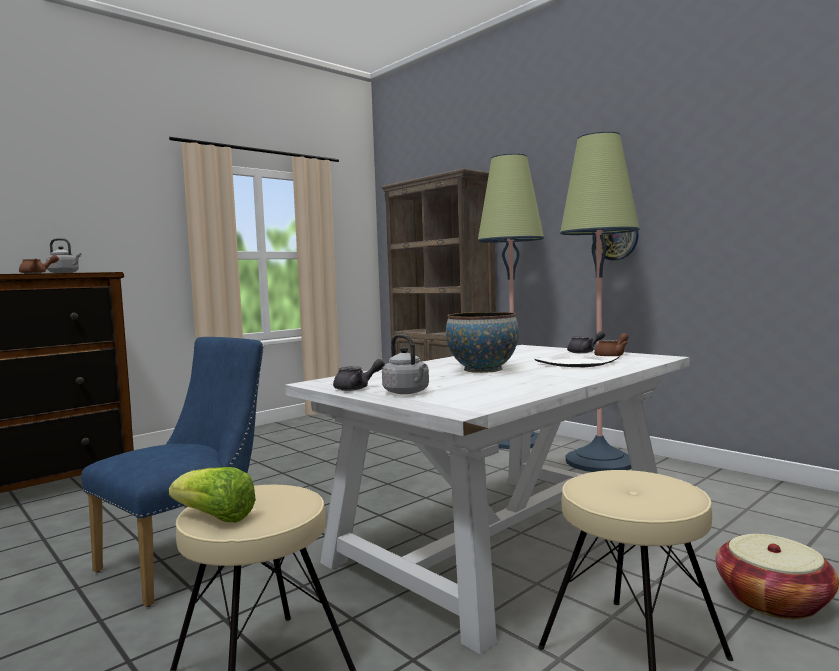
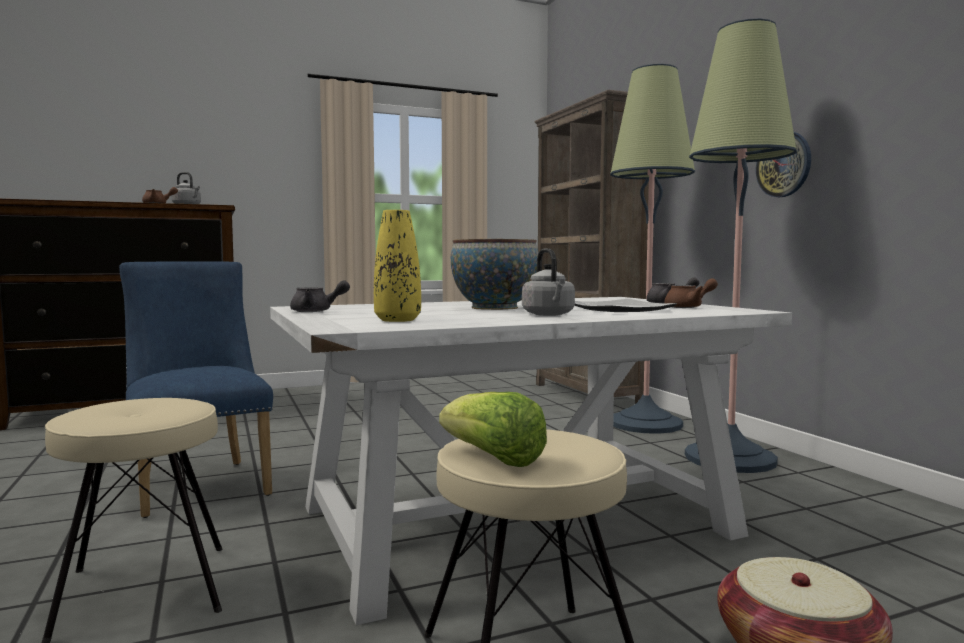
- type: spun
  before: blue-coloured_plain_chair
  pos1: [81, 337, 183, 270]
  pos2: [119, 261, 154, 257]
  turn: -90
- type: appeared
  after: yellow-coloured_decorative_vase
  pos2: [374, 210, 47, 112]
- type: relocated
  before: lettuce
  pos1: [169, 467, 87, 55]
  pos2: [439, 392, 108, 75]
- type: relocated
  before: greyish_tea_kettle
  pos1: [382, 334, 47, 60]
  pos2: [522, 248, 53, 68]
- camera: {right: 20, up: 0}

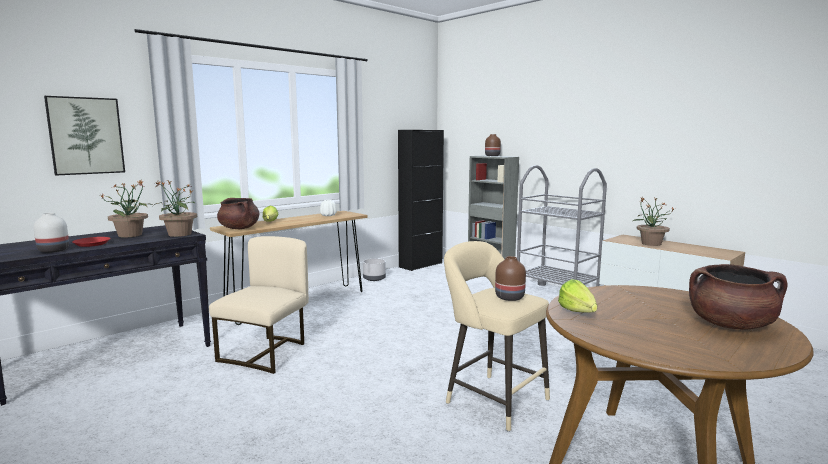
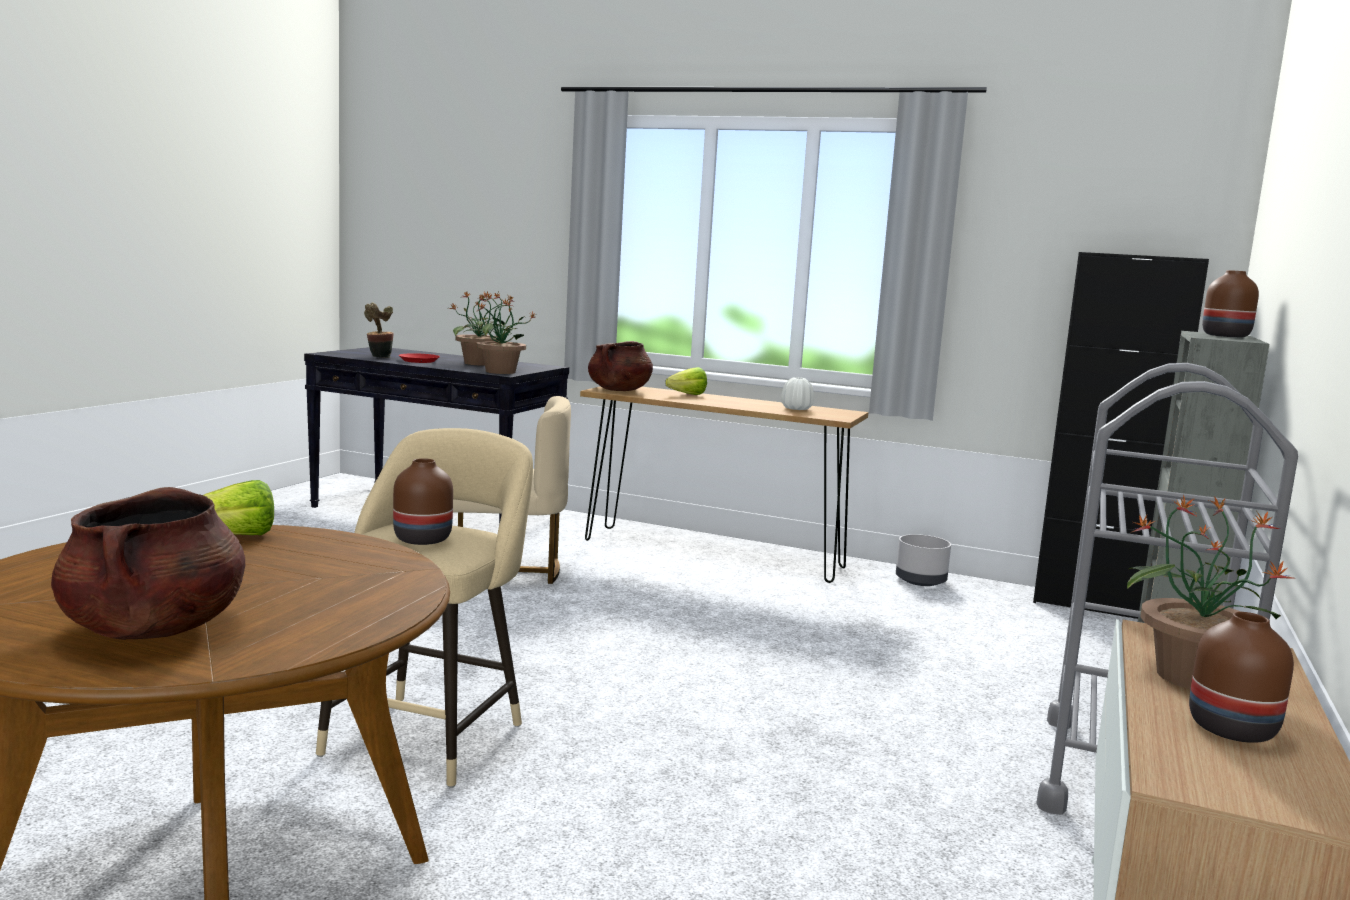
- type: exchanged
  before: white-coloured_decorative_vase
  after: plant_in_a_pot
  pos1: [34, 213, 35, 40]
  pos2: [364, 302, 30, 56]
- type: appeared
  after: brown-coloured_decorative_vase
  pos2: [1189, 612, 105, 131]
- type: missing
  before: wall_art
  pos1: [44, 96, 81, 79]
- camera: {right: 65, up: 0}

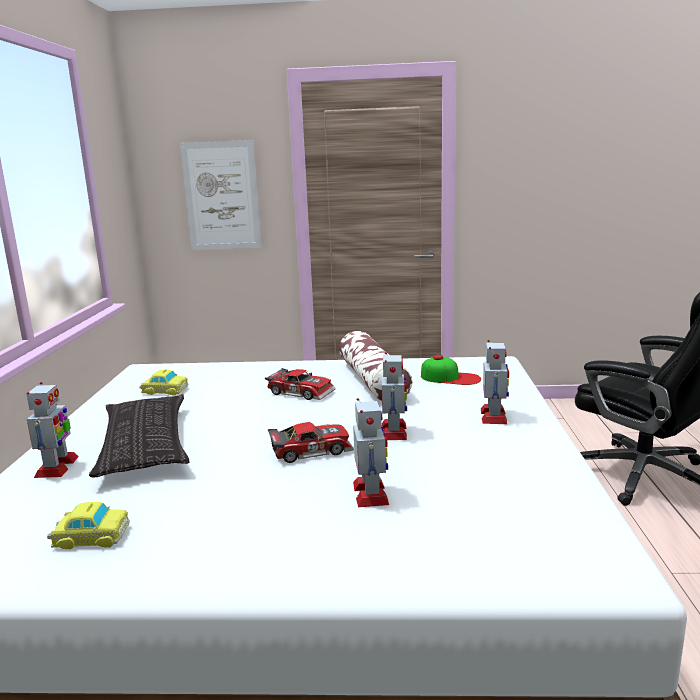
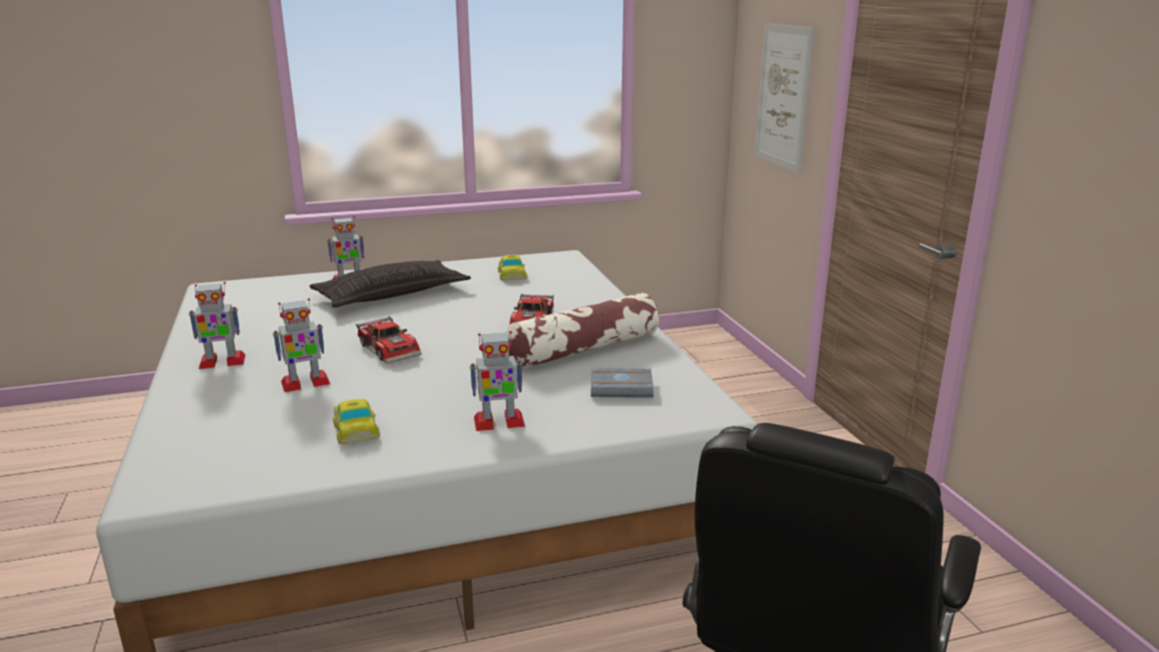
- type: relocated
  before: toy_robot
  pos1: [382, 352, 25, 88]
  pos2: [189, 282, 57, 87]
- type: relocated
  before: model_car
  pos1: [47, 502, 83, 47]
  pos2: [333, 399, 47, 45]
- type: exchanged
  before: baseball_cap
  after: greyish_book
  pos1: [421, 355, 60, 30]
  pos2: [591, 367, 63, 31]
- camera: {right: 70, up: 5}

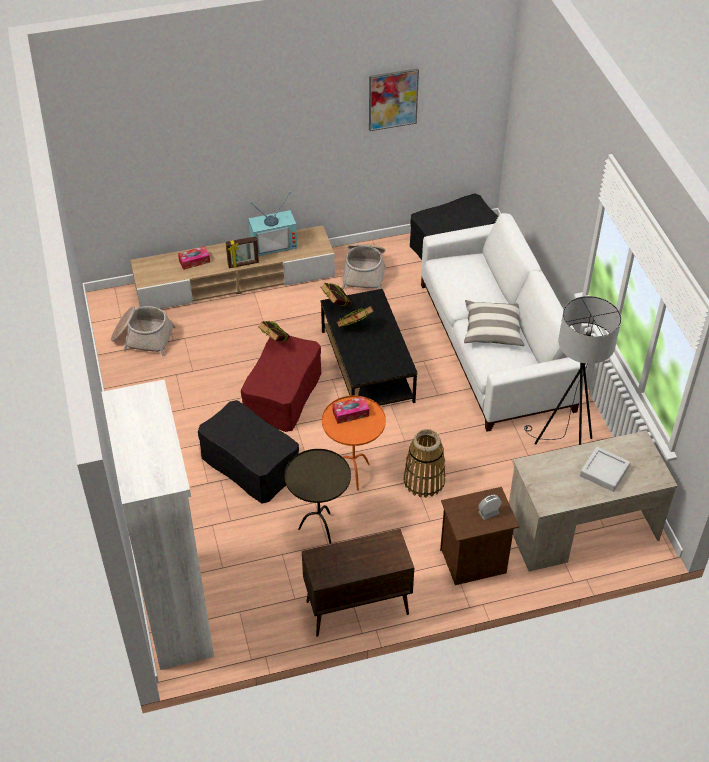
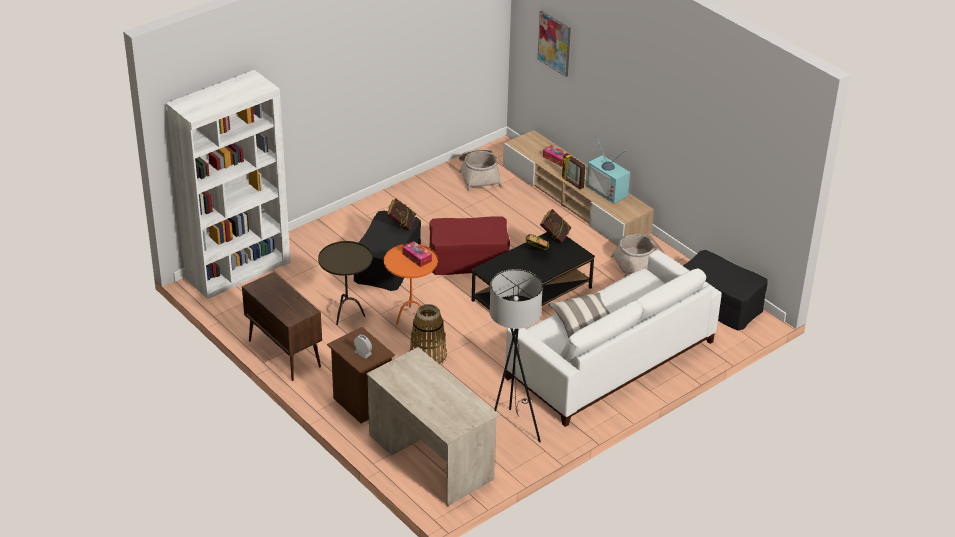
- type: relocated
  before: book
  pos1: [258, 321, 32, 21]
  pos2: [387, 198, 29, 33]
- type: relocated
  before: wall_art
  pos1: [369, 68, 50, 63]
  pos2: [538, 10, 33, 67]
- type: missing
  before: greyish_tray
  pos1: [580, 447, 50, 45]
- camera: {right: 65, up: -10}

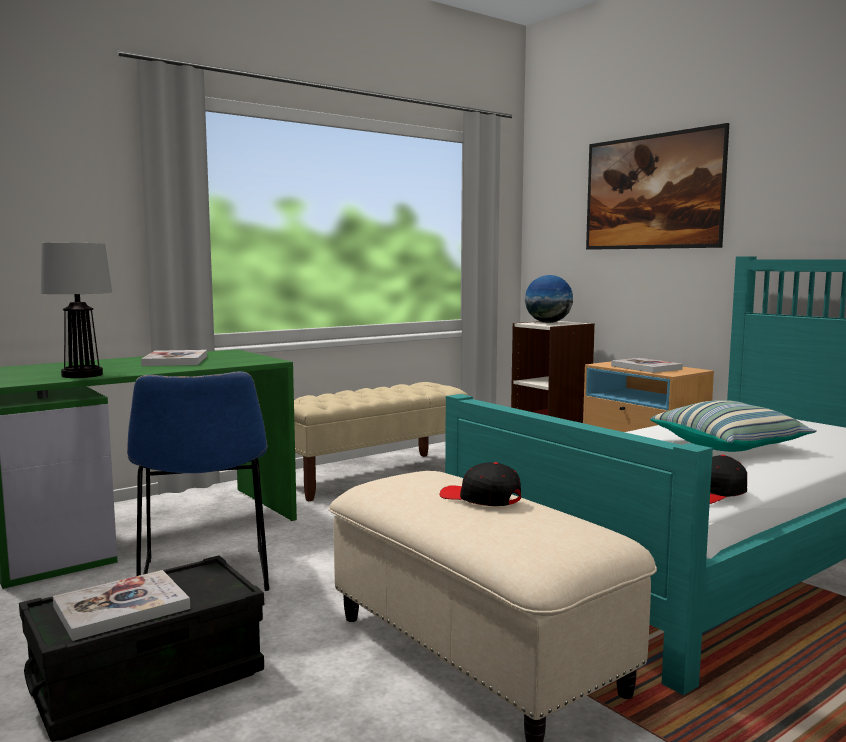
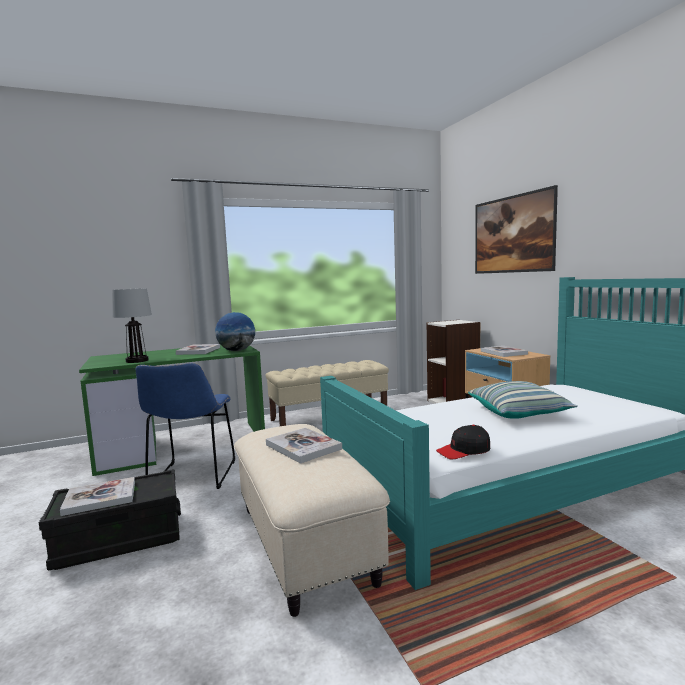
- type: relocated
  before: globe
  pos1: [525, 275, 48, 48]
  pos2: [215, 312, 40, 39]
- type: exchanged
  before: black_baseball_cap
  after: book
  pos1: [440, 462, 81, 44]
  pos2: [266, 428, 76, 36]
- camera: {right: 15, up: 0}

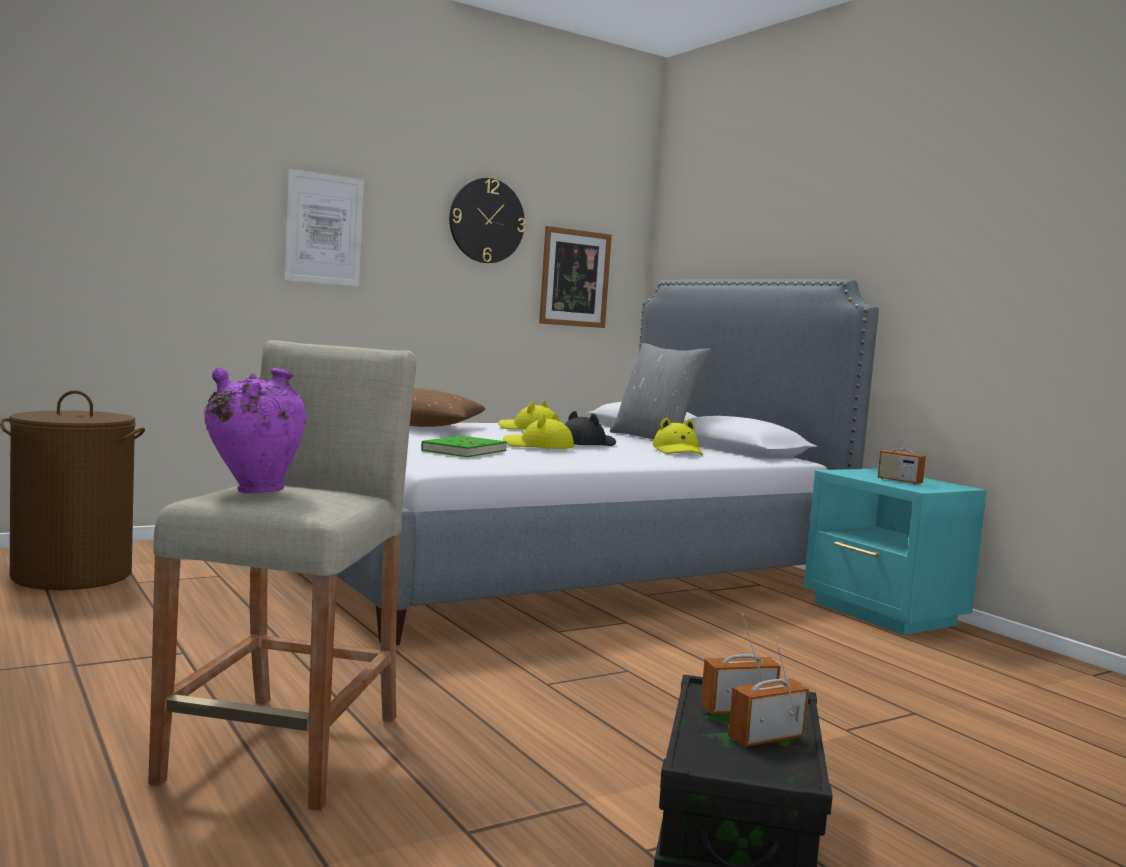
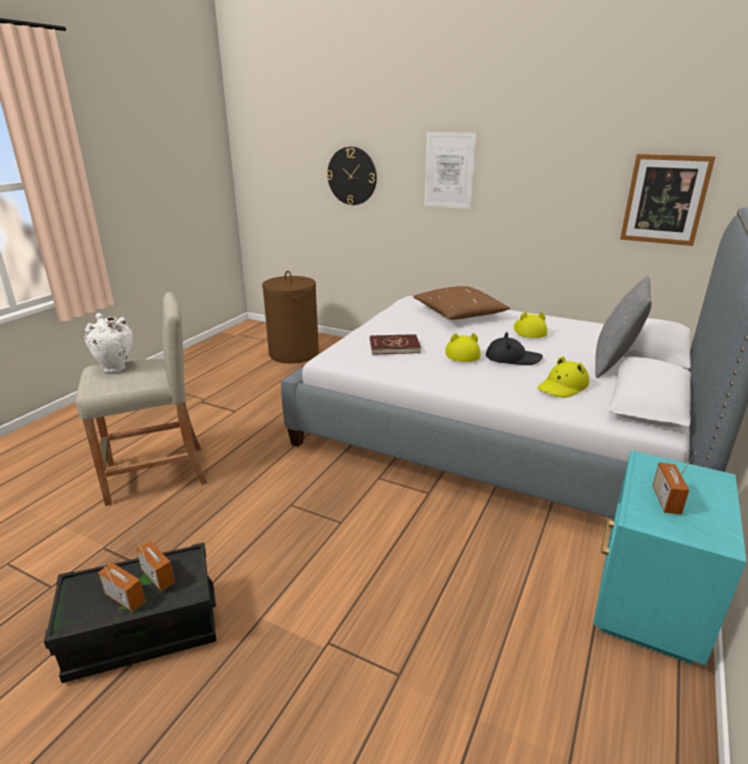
- type: colour
  before: purple_decorative_vase
  after: white-coloured_decorative_vase
  pos1: [204, 368, 102, 125]
  pos2: [85, 313, 48, 59]
- type: relocated
  before: wall_clock
  pos1: [449, 178, 76, 85]
  pos2: [327, 147, 50, 58]
- type: colour
  before: greenish_book
  after: reddish_book
  pos1: [421, 436, 86, 21]
  pos2: [370, 334, 51, 21]
- camera: {right: 60, up: 20}

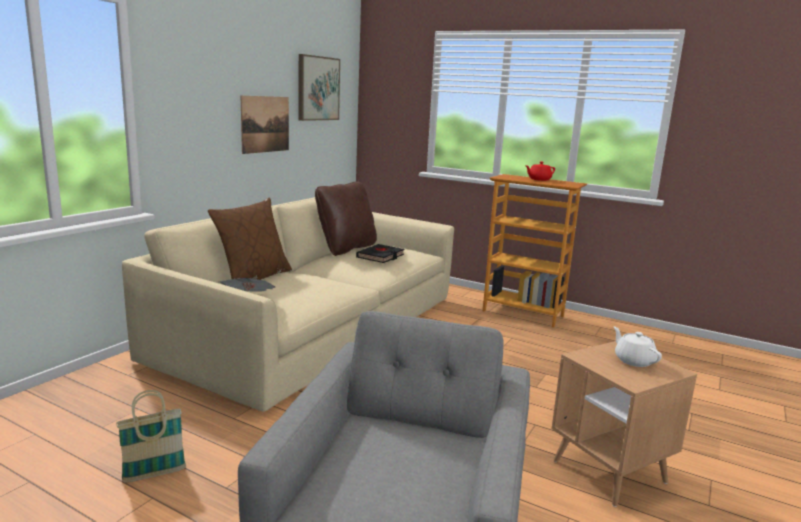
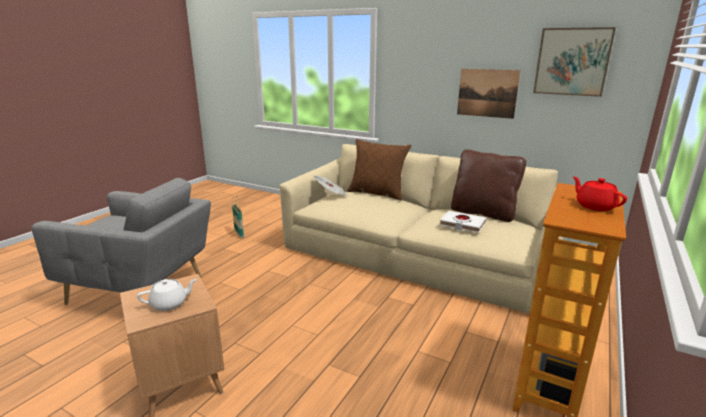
- type: colour
  before: black_book
  after: white-coloured_book
  pos1: [356, 244, 48, 19]
  pos2: [439, 211, 47, 22]
- camera: {right: 90, up: 5}

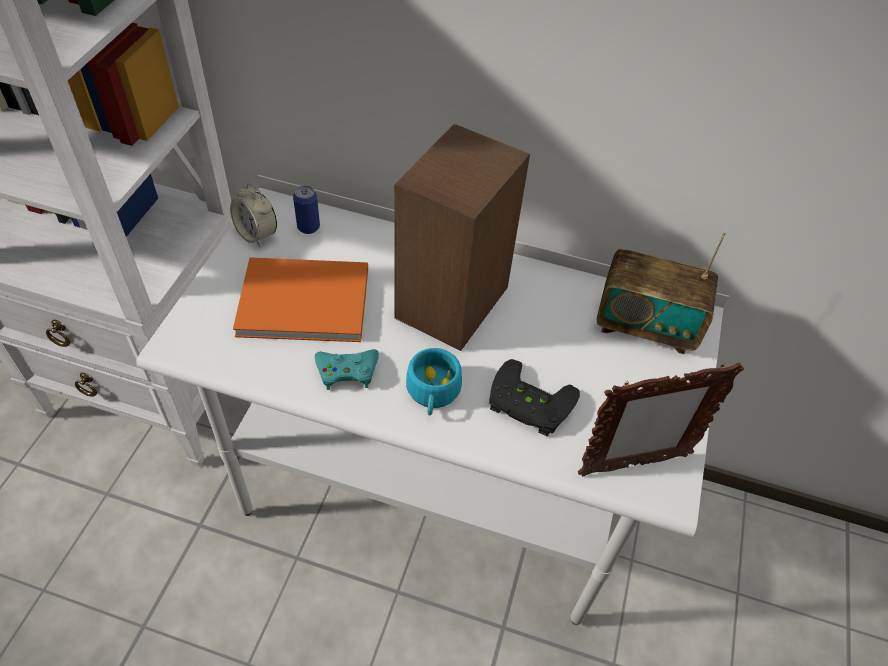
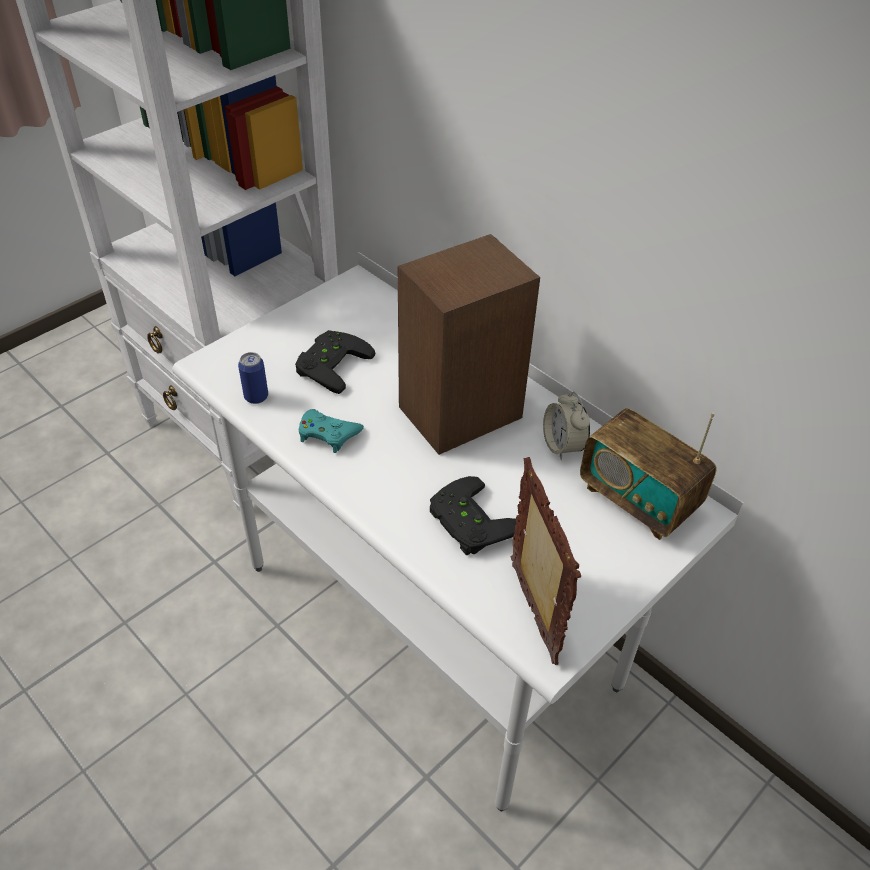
- type: relocated
  before: sealed_can
  pos1: [293, 185, 27, 49]
  pos2: [238, 352, 30, 52]
- type: exchanged
  before: orangey_book
  after: black_gamepad
  pos1: [233, 257, 135, 85]
  pos2: [295, 330, 80, 64]
- type: spun
  before: photo_frame
  pos1: [578, 363, 166, 114]
  pos2: [511, 457, 70, 208]
  turn: -120
- type: relocated
  before: alarm_clock
  pos1: [230, 183, 47, 64]
  pos2: [543, 392, 47, 68]
- type: missing
  before: turquoise-coloured_small_cup
  pos1: [406, 348, 56, 68]
- camera: {right: 30, up: -5}

